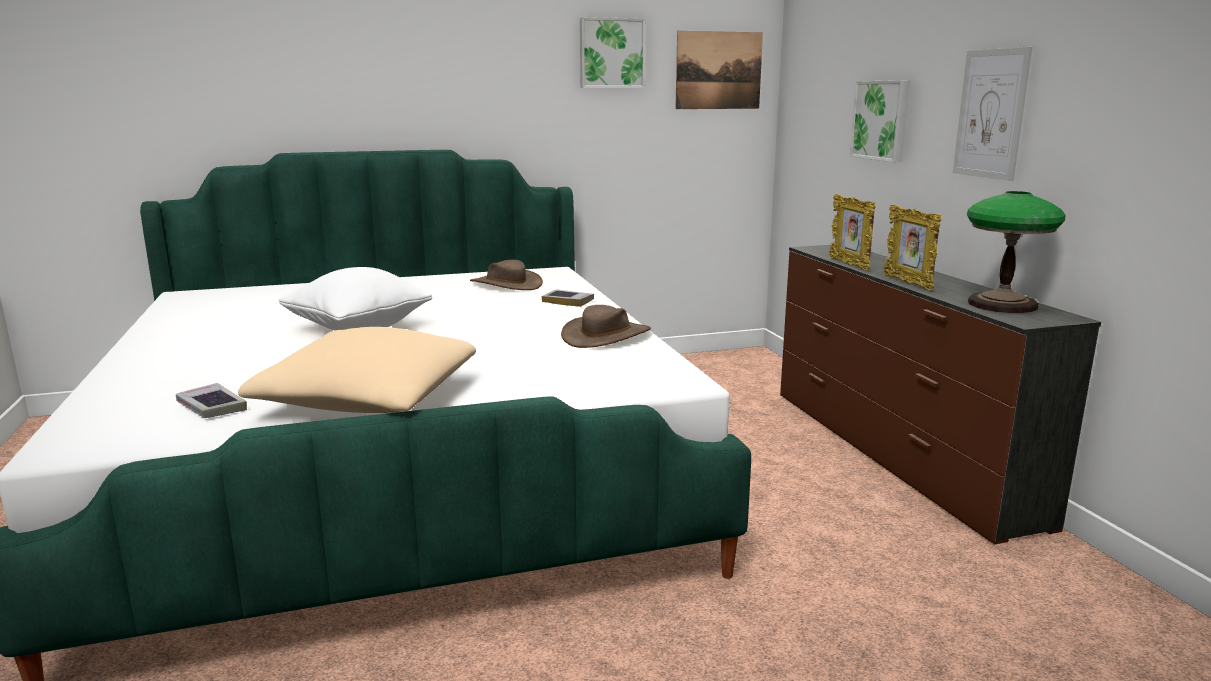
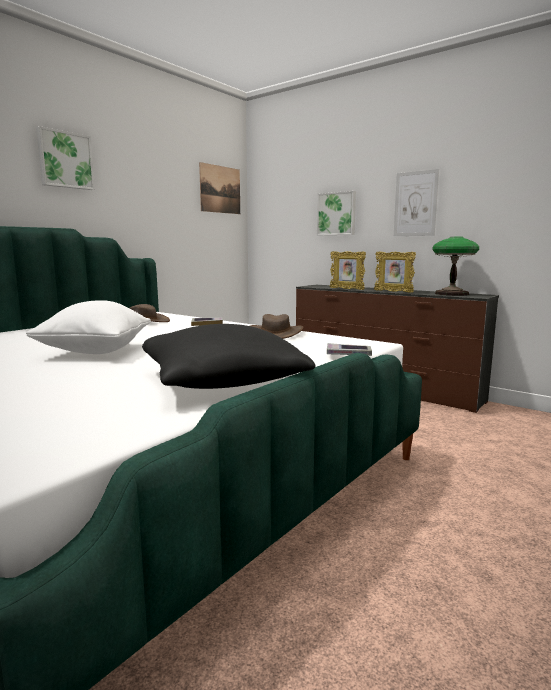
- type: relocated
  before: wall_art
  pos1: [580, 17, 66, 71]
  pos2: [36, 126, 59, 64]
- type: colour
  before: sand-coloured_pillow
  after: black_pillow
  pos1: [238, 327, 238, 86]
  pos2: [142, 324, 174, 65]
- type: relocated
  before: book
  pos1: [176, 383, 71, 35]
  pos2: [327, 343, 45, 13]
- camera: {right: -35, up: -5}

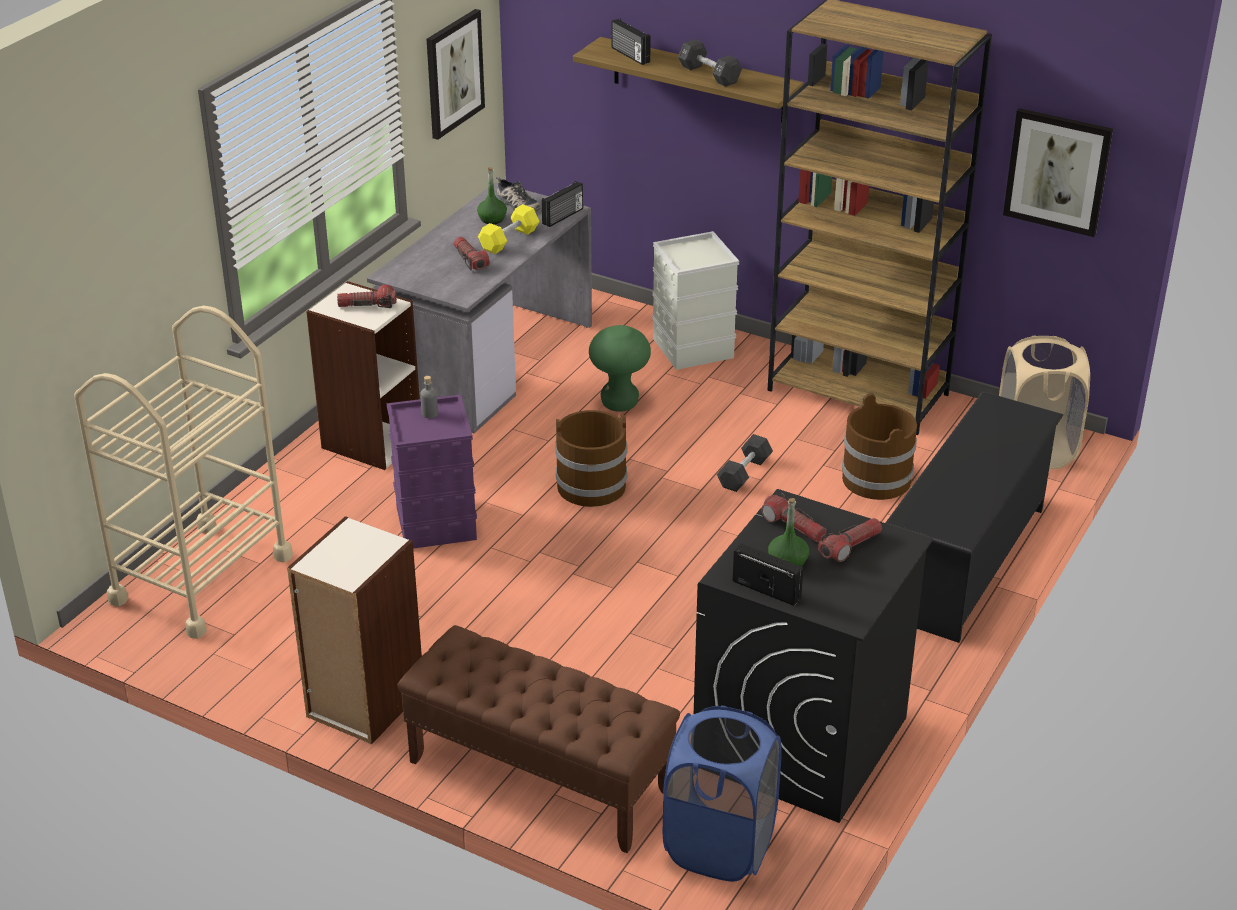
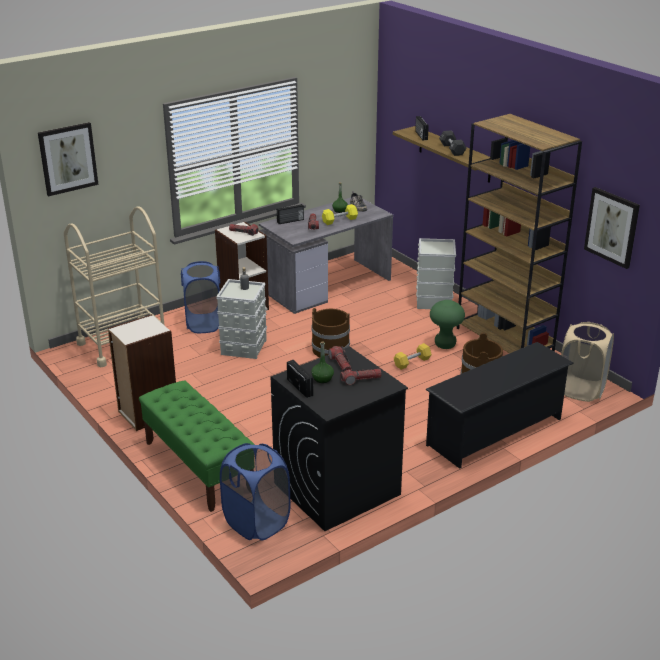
- type: relocated
  before: wall_art
  pos1: [427, 9, 58, 131]
  pos2: [38, 122, 60, 74]
- type: colour
  before: brown-coloured_bench
  after: greenish_bench
  pos1: [398, 625, 282, 228]
  pos2: [139, 381, 116, 131]
- type: appeared
  after: blue-coloured_laundry_basket
  pos2: [181, 261, 40, 72]
- type: colour
  before: purple_storage_box
  after: greyish_storage_box
  pos1: [387, 394, 90, 155]
  pos2: [216, 279, 51, 80]
- type: relocated
  before: radio_set
  pos1: [542, 181, 41, 46]
  pos2: [277, 204, 27, 20]
- type: colour
  before: black_dumbbell
  after: yellow-coloured_dumbbell
  pos1: [717, 434, 56, 58]
  pos2: [394, 343, 38, 27]
- type: relocated
  before: greenish_stool_seat
  pos1: [589, 325, 62, 87]
  pos2: [430, 300, 35, 49]
- camera: {right: 25, up: -5}

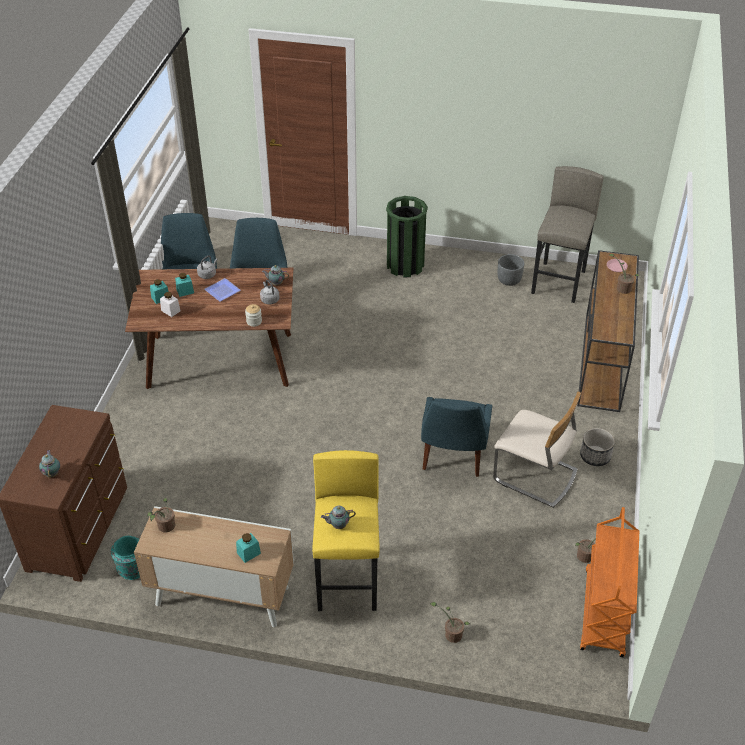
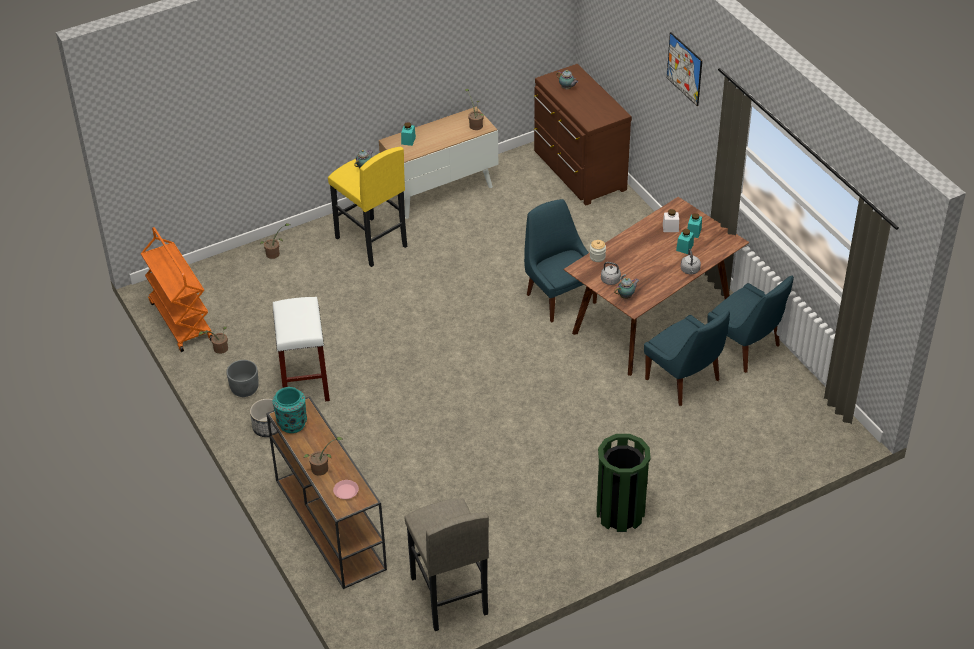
- type: relocated
  before: greyish_planter
  pos1: [498, 254, 26, 32]
  pos2: [226, 360, 33, 37]
- type: exchanged
  before: sand-coloured_plain_chair
  after: white-coloured_stool_seat
  pos1: [493, 391, 88, 117]
  pos2: [273, 297, 57, 105]
- type: relocated
  before: turquoise-coloured_decorative_vase
  pos1: [111, 536, 29, 44]
  pos2: [273, 387, 34, 46]
- type: relocated
  before: blue-coloured_plain_chair
  pos1: [421, 397, 71, 80]
  pos2: [524, 199, 73, 124]
- type: appeared
  after: wall_art
  pos2: [667, 32, 35, 74]
- type: missing
  before: dinner_plate
  pos1: [204, 278, 37, 24]
- camera: {right: 140, up: 0}

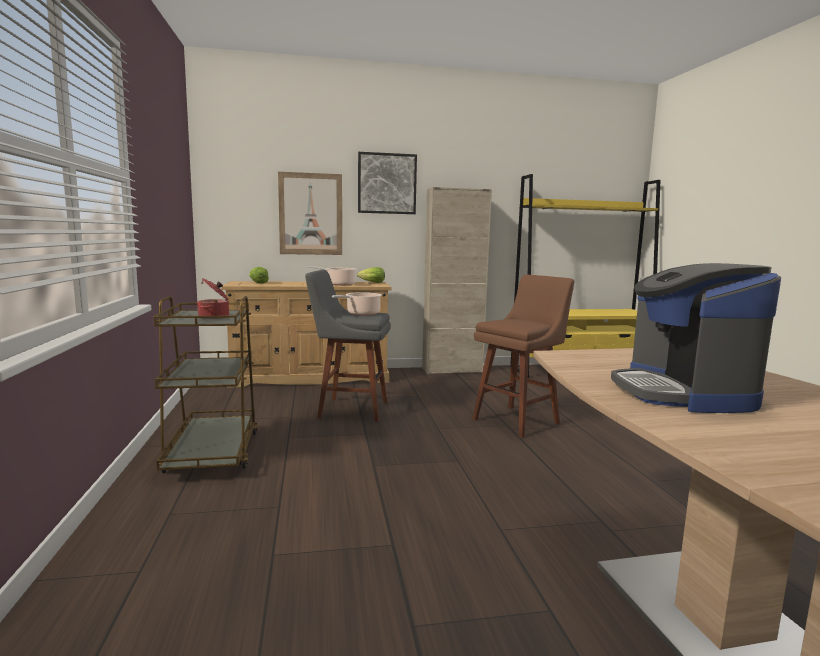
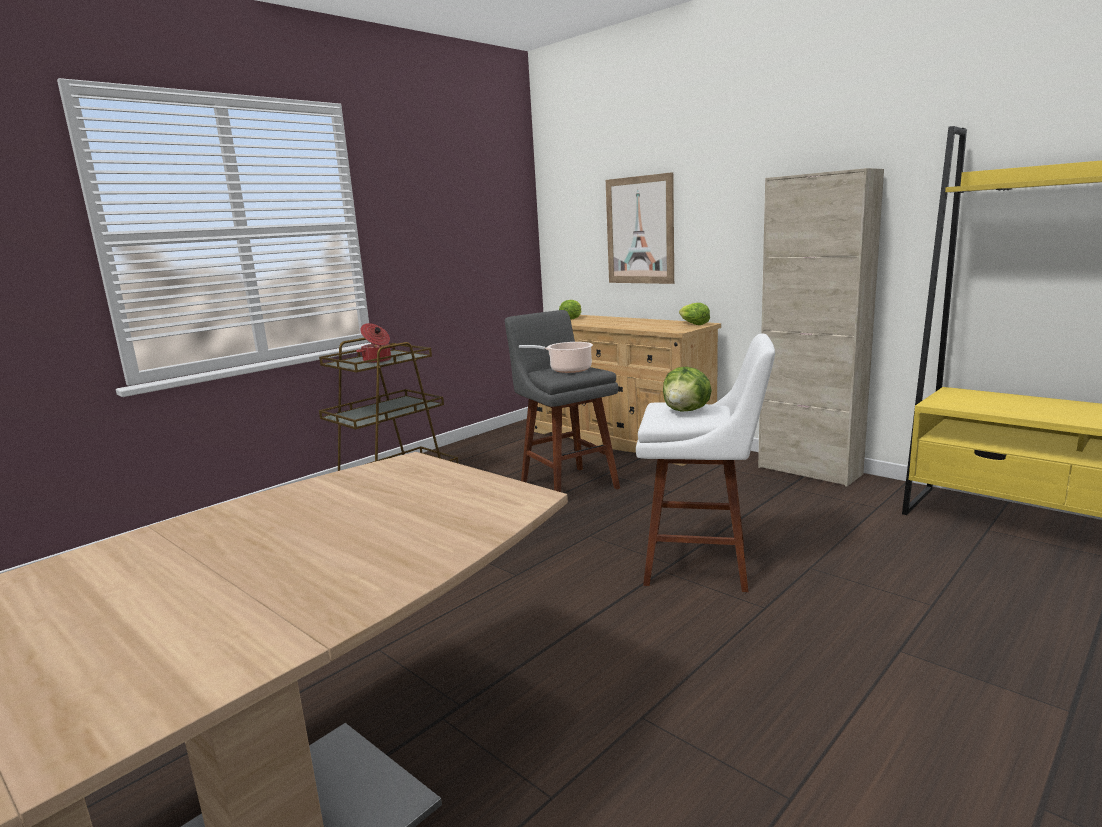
- type: colour
  before: brown-coloured_stool_seat
  after: white-coloured_stool_seat
  pos1: [472, 275, 102, 163]
  pos2: [636, 333, 139, 259]
- type: appeared
  after: lettuce
  pos2: [663, 367, 49, 45]
- type: missing
  before: stockpot
  pos1: [308, 266, 48, 20]
- type: missing
  before: wall_art
  pos1: [358, 152, 59, 62]
- type: missing
  before: coffee_machine
  pos1: [611, 263, 170, 150]
- camera: {right: 55, up: 5}

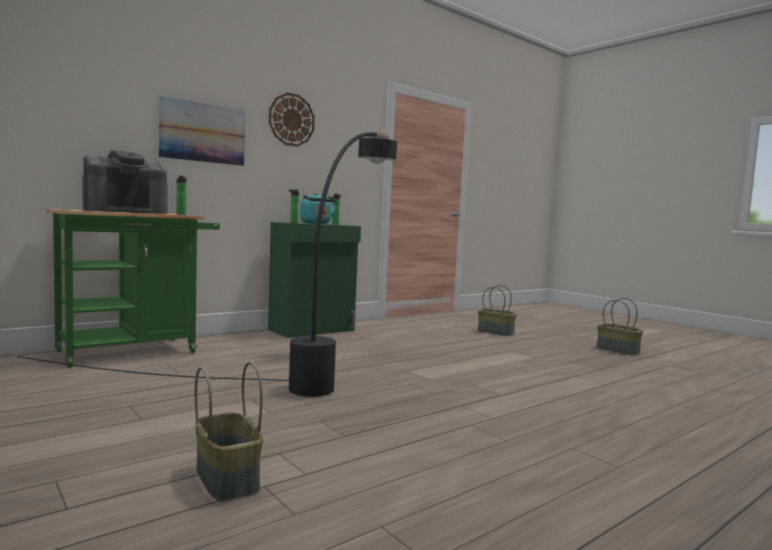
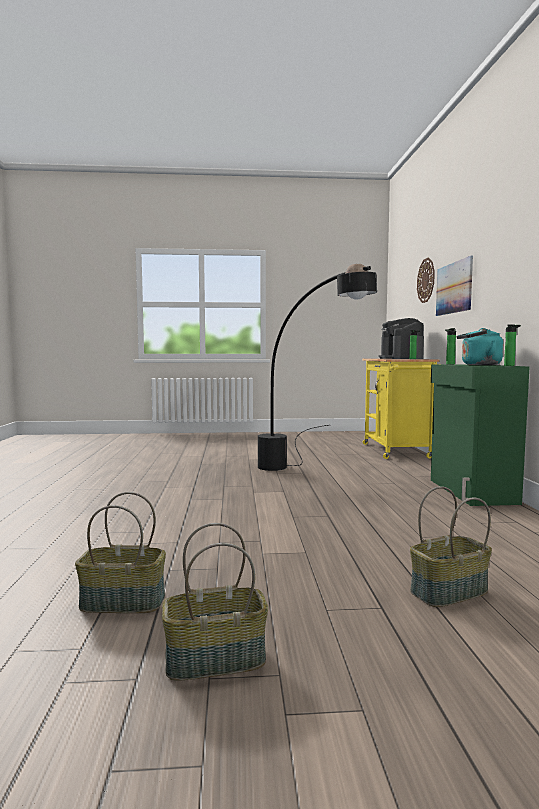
- type: relocated
  before: household_basket
  pos1: [195, 362, 68, 140]
  pos2: [75, 492, 91, 121]
- type: colour
  before: greenish_wheeled_cart
  after: yellow-coloured_wheeled_cart
  pos1: [46, 209, 174, 159]
  pos2: [362, 359, 78, 100]
- type: relocated
  before: wall_clock
  pos1: [269, 92, 46, 55]
  pos2: [417, 258, 18, 45]
- camera: {right: 125, up: 0}

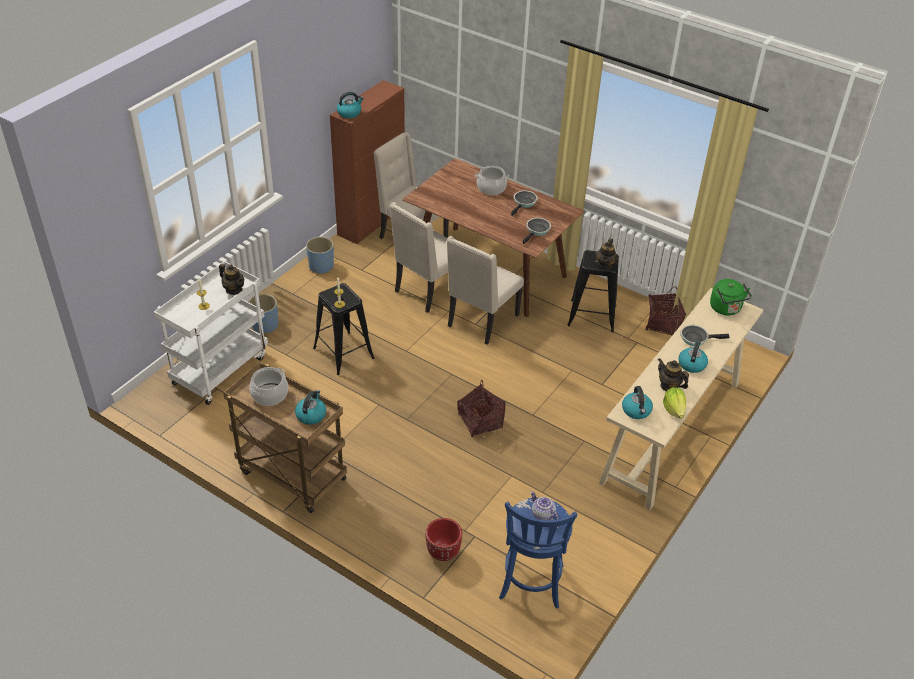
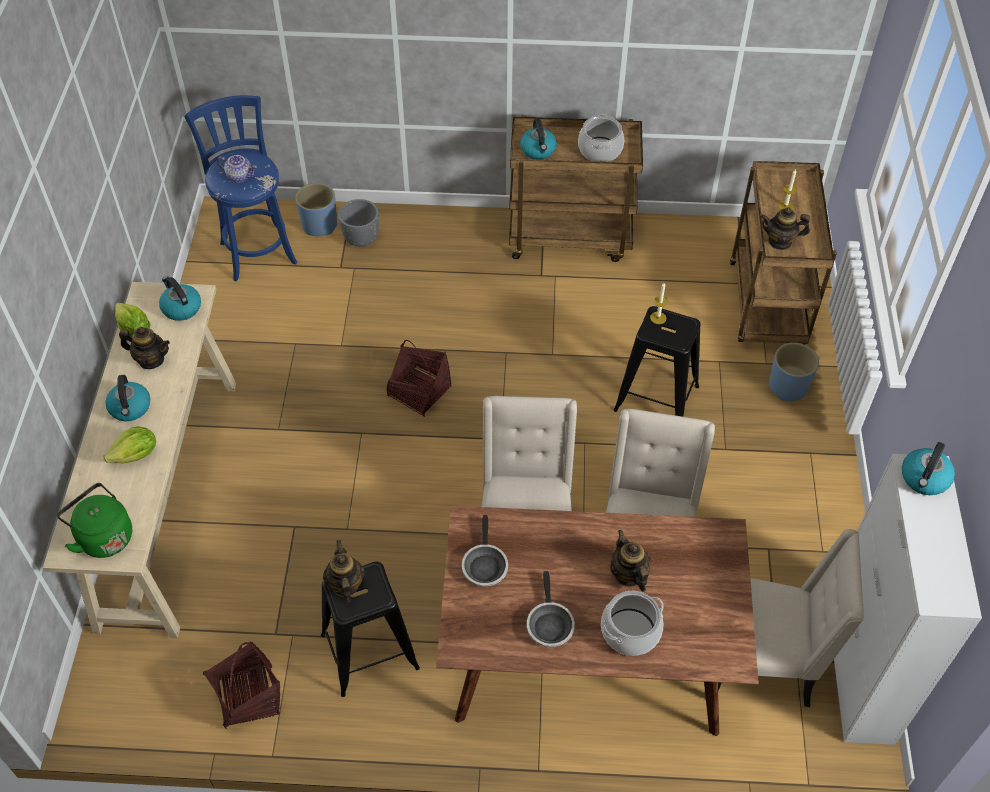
- type: exchanged
  before: pan
  after: lettuce
  pos1: [680, 325, 50, 21]
  pos2: [104, 426, 52, 38]
- type: relocated
  before: blue-coloured_planter
  pos1: [306, 237, 28, 37]
  pos2: [295, 183, 42, 53]
- type: colour
  before: reddish_planter
  after: greyish_planter
  pos1: [425, 518, 37, 43]
  pos2: [338, 199, 41, 48]
- type: appeared
  after: tea_pot
  pos2: [610, 530, 41, 61]
- type: colour
  before: white-coloured_wheeled_cart
  after: brown-coloured_wheeled_cart
  pos1: [154, 261, 114, 144]
  pos2: [730, 161, 107, 184]
- type: colour
  before: brown-coloured_cabinet
  after: white-coloured_cabinet
  pos1: [330, 80, 75, 164]
  pos2: [834, 454, 148, 291]
- camera: {right: 150, up: 10}

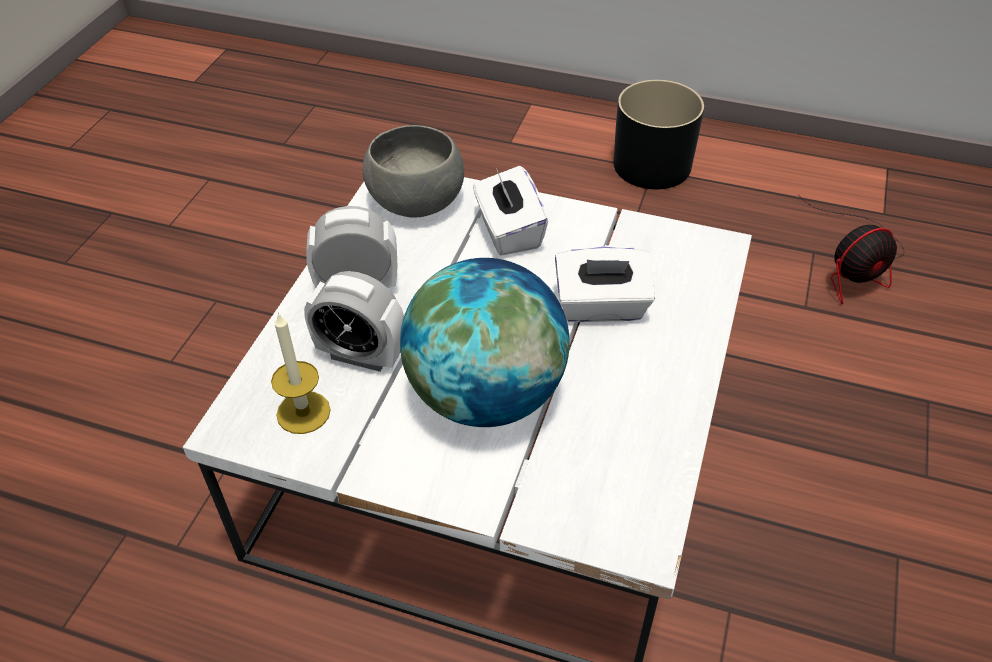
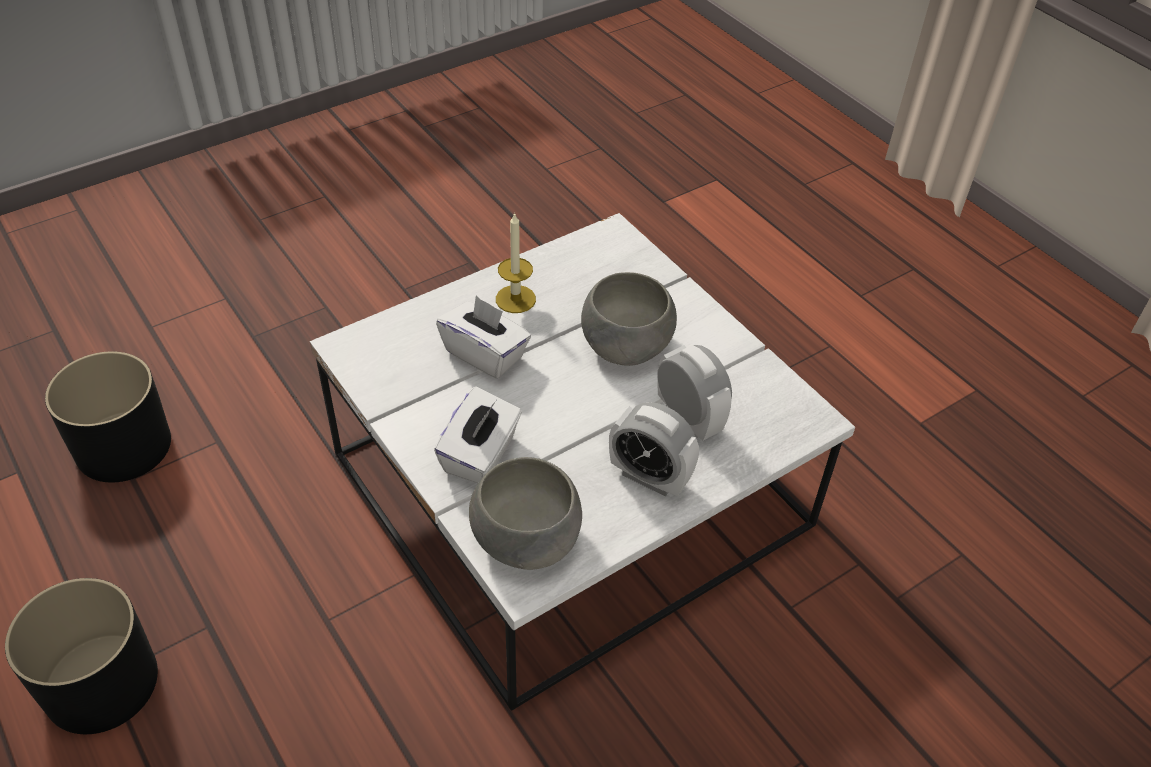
- type: exchanged
  before: electric_fan
  after: black_planter
  pos1: [798, 195, 107, 109]
  pos2: [45, 351, 126, 131]
- type: relocated
  before: candle
  pos1: [271, 312, 60, 122]
  pos2: [496, 212, 40, 101]
- type: exchanged
  before: globe
  after: greyish_serving_bowl
  pos1: [400, 258, 170, 169]
  pos2: [581, 272, 96, 94]
- camera: {right: -145, up: 0}

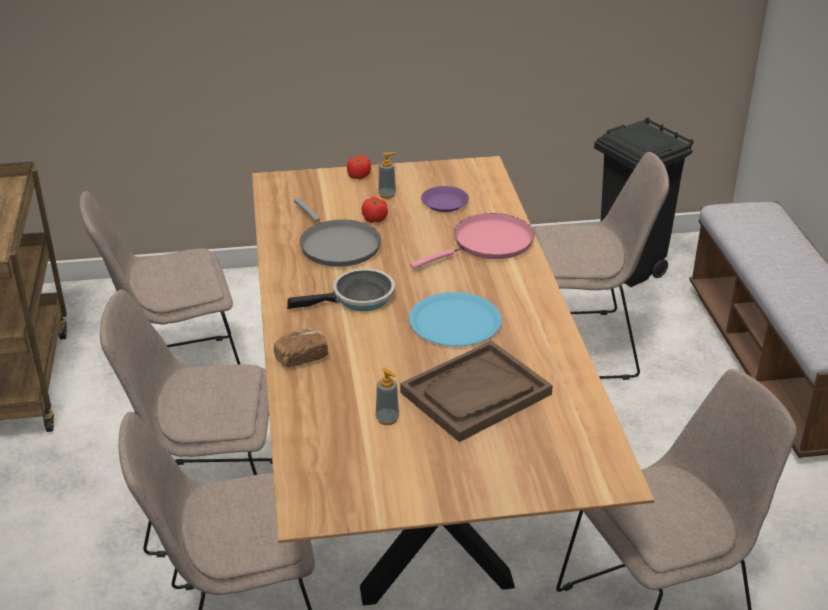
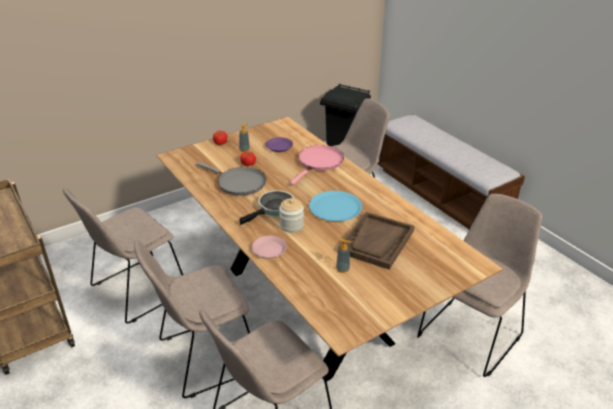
- type: exchanged
  before: baked_bread
  after: pinkish_dinner_plate
  pos1: [274, 328, 54, 40]
  pos2: [251, 236, 36, 22]
- type: appeared
  after: jar
  pos2: [279, 198, 25, 35]
- camera: {right: -25, up: 0}

